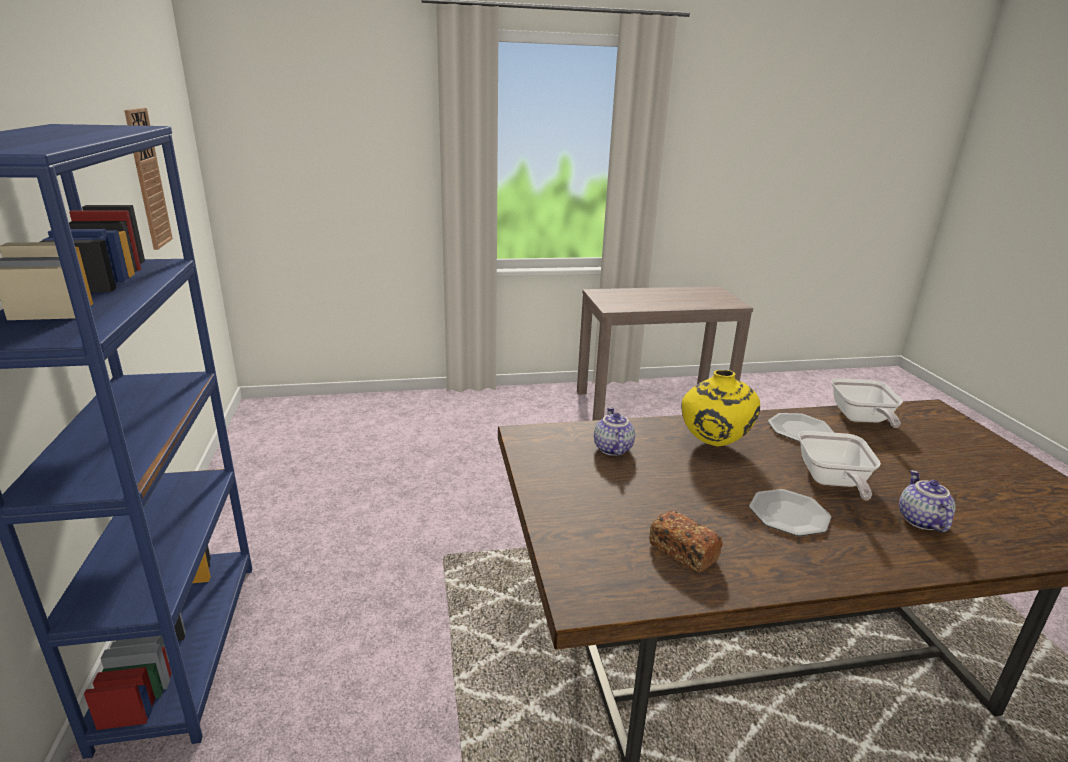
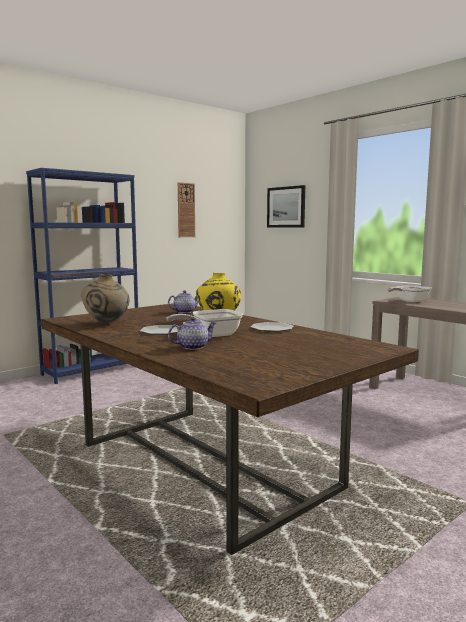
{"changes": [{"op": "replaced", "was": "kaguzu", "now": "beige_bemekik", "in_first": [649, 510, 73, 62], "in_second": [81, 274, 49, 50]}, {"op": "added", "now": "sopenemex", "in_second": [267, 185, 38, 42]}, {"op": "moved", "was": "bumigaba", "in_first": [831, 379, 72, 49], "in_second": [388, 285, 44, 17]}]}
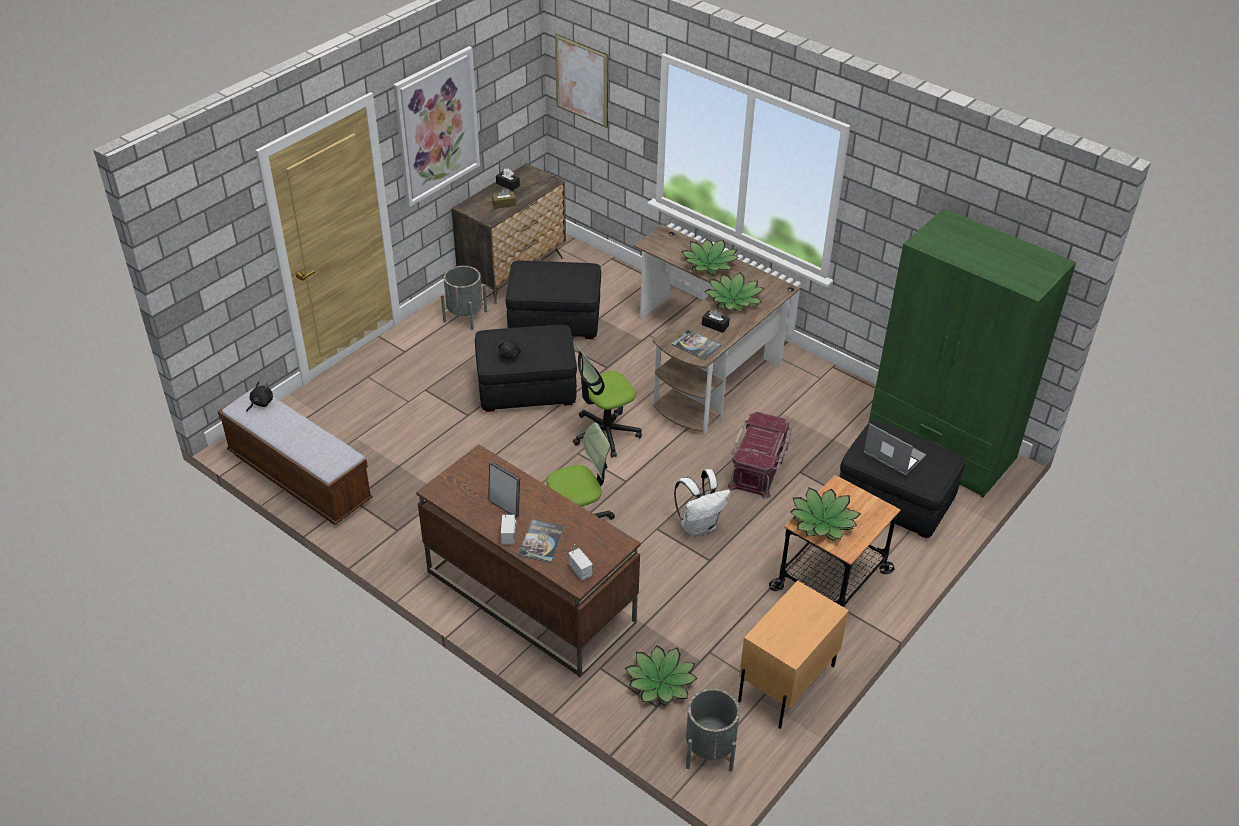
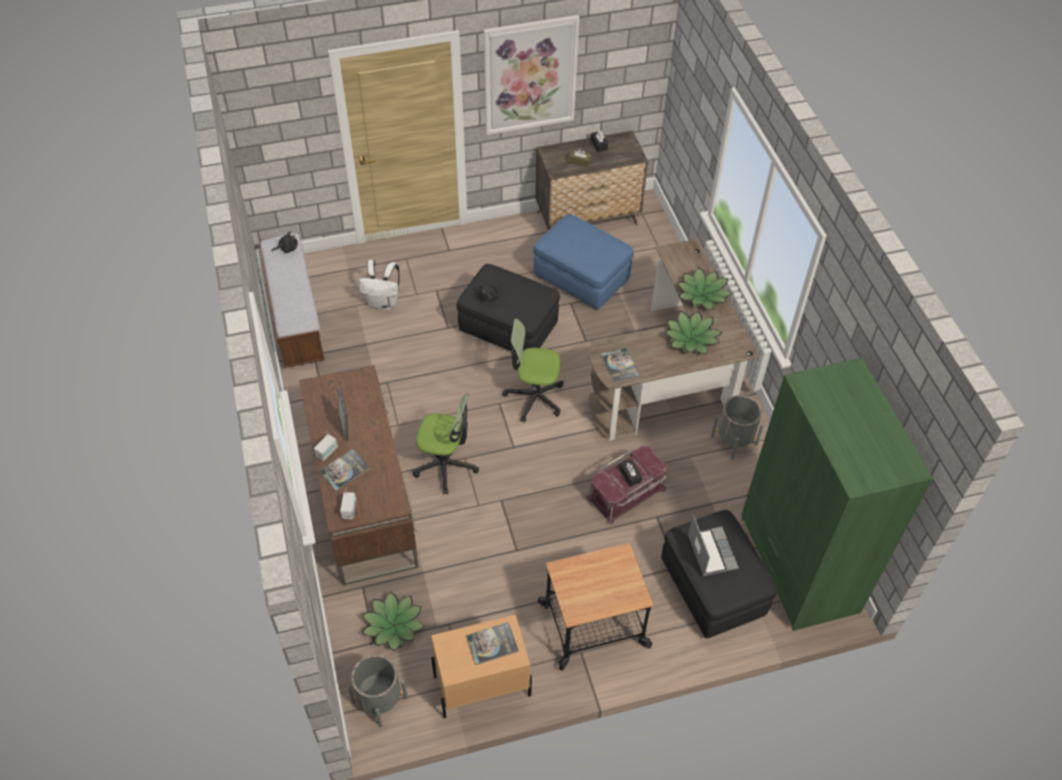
{"changes": [{"op": "moved", "was": "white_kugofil", "in_first": [674, 469, 57, 67], "in_second": [359, 260, 41, 50]}, {"op": "added", "now": "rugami", "in_second": [466, 622, 53, 43]}, {"op": "recoloured", "was": "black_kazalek", "now": "blue_kazalek", "in_first": [506, 261, 95, 78], "in_second": [533, 214, 101, 96]}, {"op": "moved", "was": "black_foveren", "in_first": [702, 310, 28, 23], "in_second": [619, 459, 23, 28]}, {"op": "moved", "was": "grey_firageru", "in_first": [441, 266, 46, 64], "in_second": [711, 395, 53, 65]}, {"op": "removed", "was": "sopenemex", "in_first": [555, 34, 53, 94]}, {"op": "removed", "was": "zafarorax", "in_first": [790, 487, 71, 54]}]}
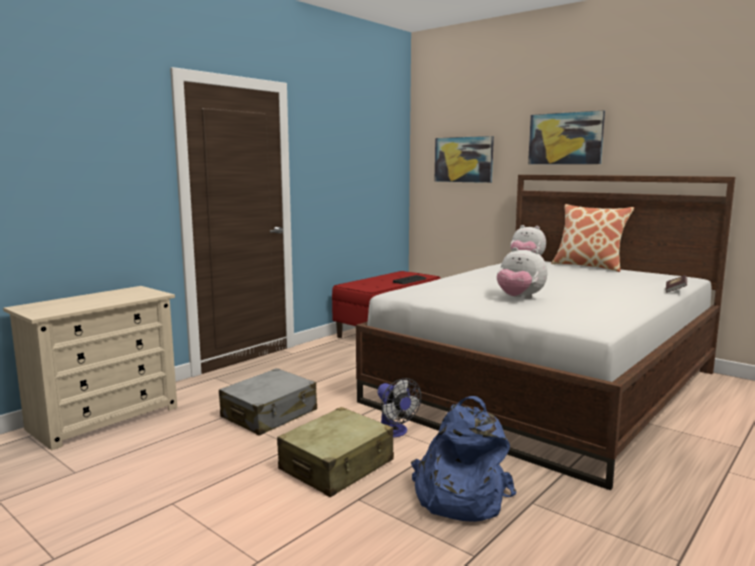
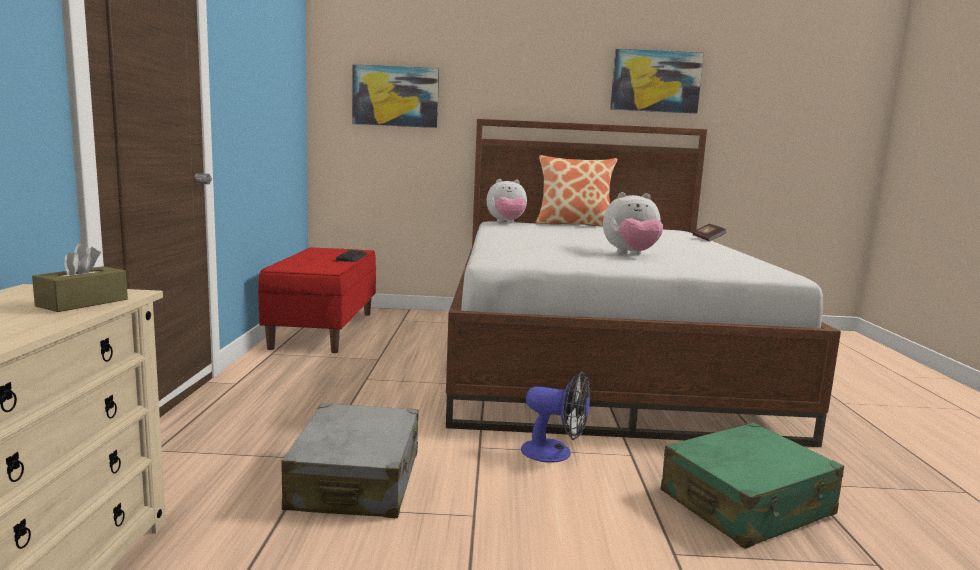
{"changes": [{"op": "added", "now": "brown_foveren", "in_second": [32, 243, 96, 69]}, {"op": "moved", "was": "sopenemex", "in_first": [528, 110, 77, 54], "in_second": [610, 49, 94, 64]}, {"op": "replaced", "was": "blue_kugofil", "now": "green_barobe", "in_first": [411, 396, 105, 126], "in_second": [661, 422, 183, 127]}, {"op": "removed", "was": "beige_barobe", "in_first": [277, 407, 117, 90]}]}
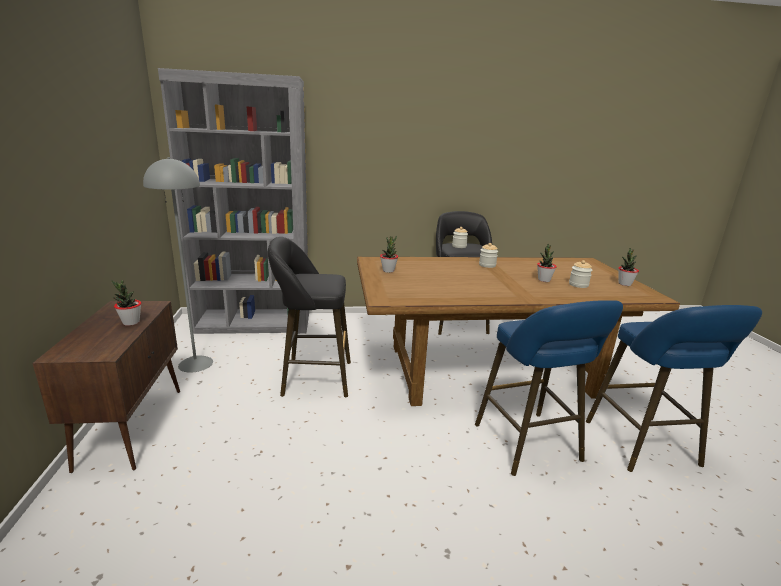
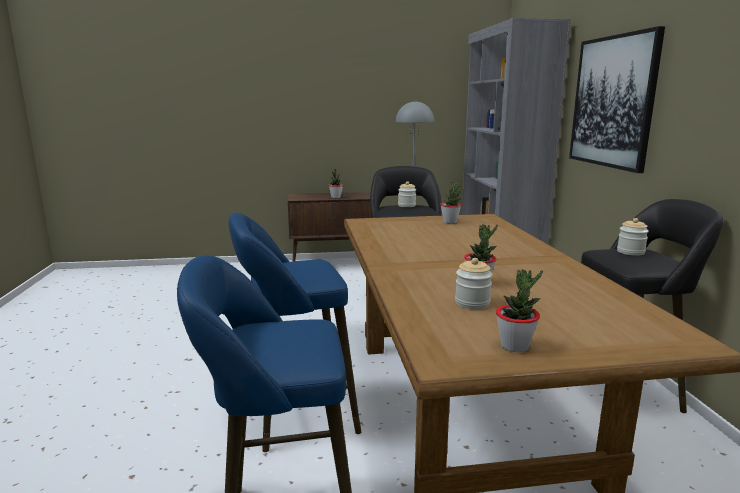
{"changes": [{"op": "moved", "was": "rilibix", "in_first": [479, 243, 19, 25], "in_second": [398, 181, 18, 26]}, {"op": "added", "now": "sopenemex", "in_second": [569, 26, 96, 147]}]}
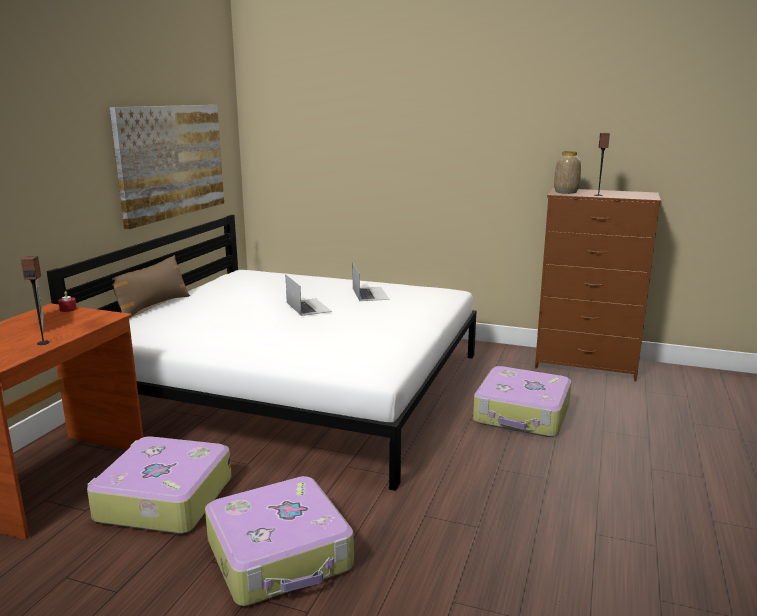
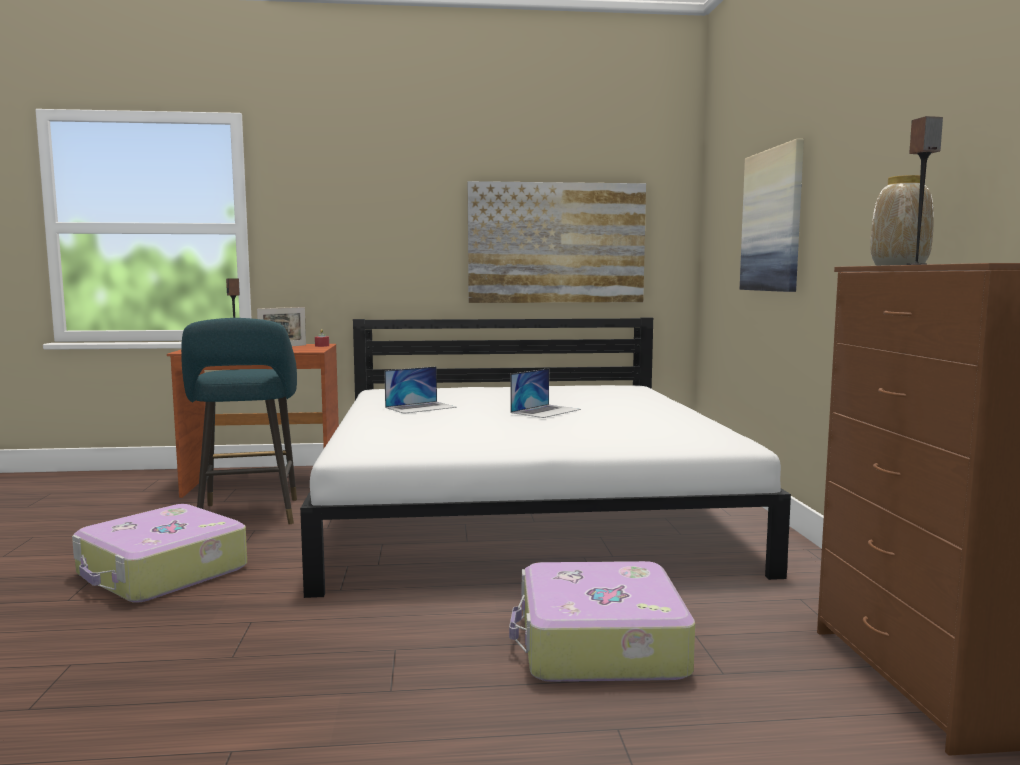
{"changes": [{"op": "replaced", "was": "barobe", "now": "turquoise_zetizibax", "in_first": [87, 436, 145, 98], "in_second": [181, 318, 116, 206]}, {"op": "moved", "was": "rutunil", "in_first": [353, 263, 37, 38], "in_second": [384, 366, 73, 48]}, {"op": "added", "now": "sopenemex", "in_second": [740, 139, 64, 153]}, {"op": "removed", "was": "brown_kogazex", "in_first": [112, 255, 78, 63]}]}
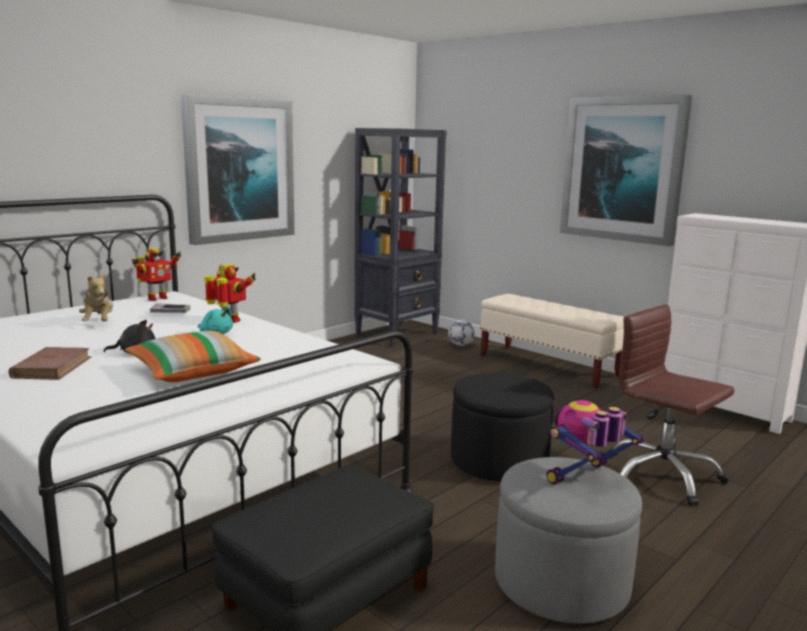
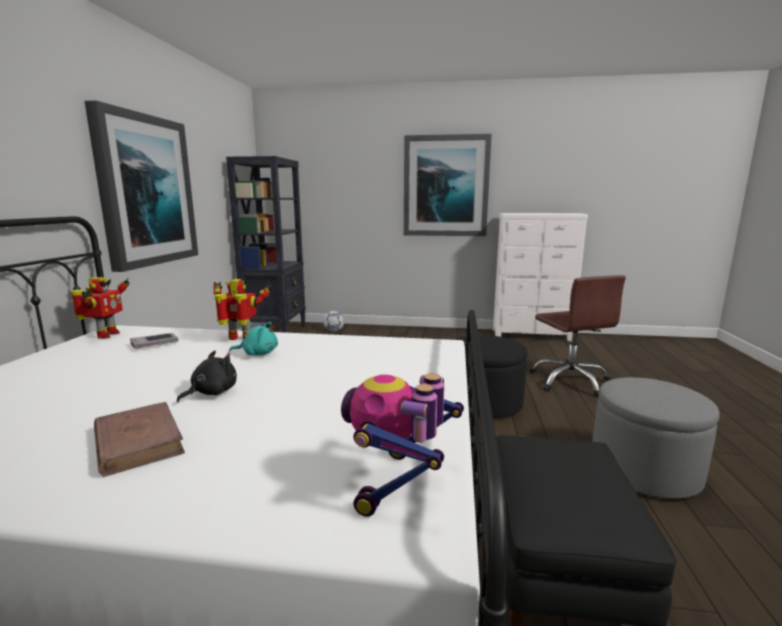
{"changes": [{"op": "moved", "was": "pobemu", "in_first": [546, 400, 98, 85], "in_second": [341, 374, 123, 143]}, {"op": "turned", "was": "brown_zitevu", "in_first": [608, 304, 126, 202], "in_second": [529, 275, 97, 122], "clockwise": -120}, {"op": "removed", "was": "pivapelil", "in_first": [79, 272, 34, 49]}, {"op": "removed", "was": "kogazex", "in_first": [125, 331, 136, 51]}, {"op": "removed", "was": "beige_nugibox", "in_first": [480, 294, 144, 95]}]}
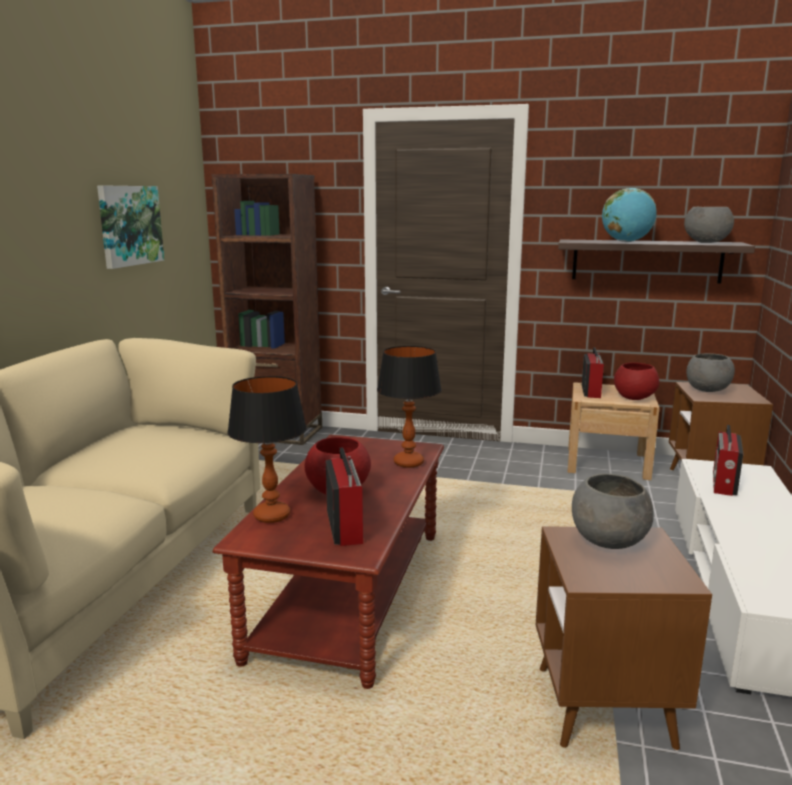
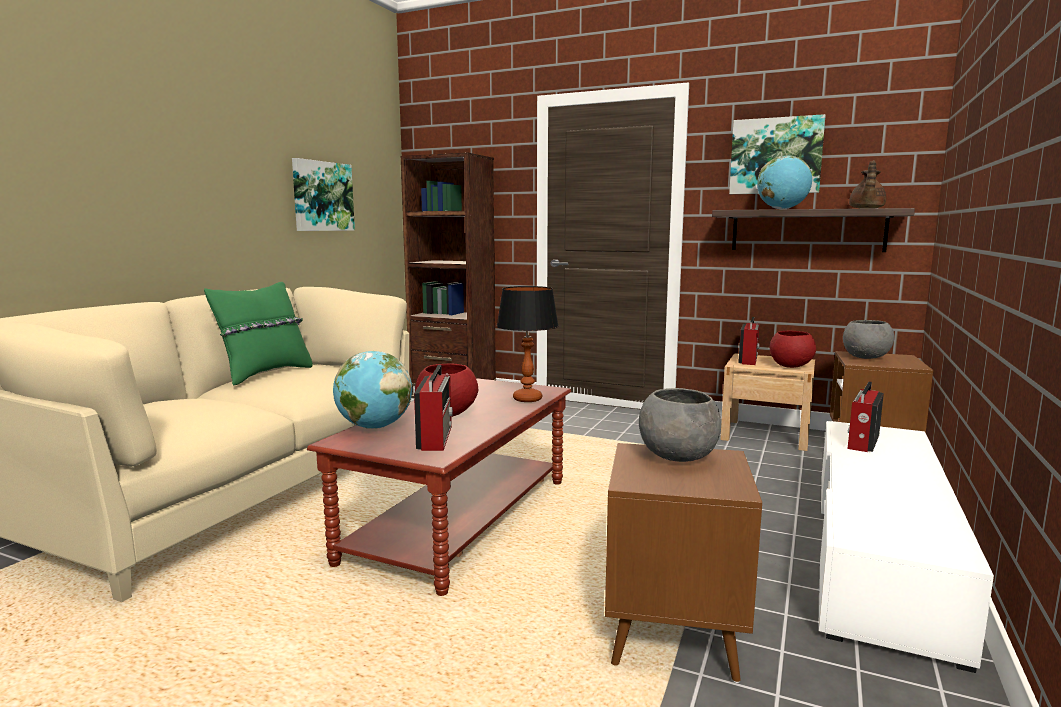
{"changes": [{"op": "added", "now": "green_kogazex", "in_second": [204, 282, 109, 104]}, {"op": "replaced", "was": "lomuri", "now": "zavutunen", "in_first": [227, 376, 80, 147], "in_second": [333, 351, 79, 78]}, {"op": "added", "now": "sopenemex", "in_second": [729, 114, 97, 80]}, {"op": "replaced", "was": "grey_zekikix", "now": "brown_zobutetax", "in_first": [684, 207, 50, 36], "in_second": [849, 160, 37, 49]}]}
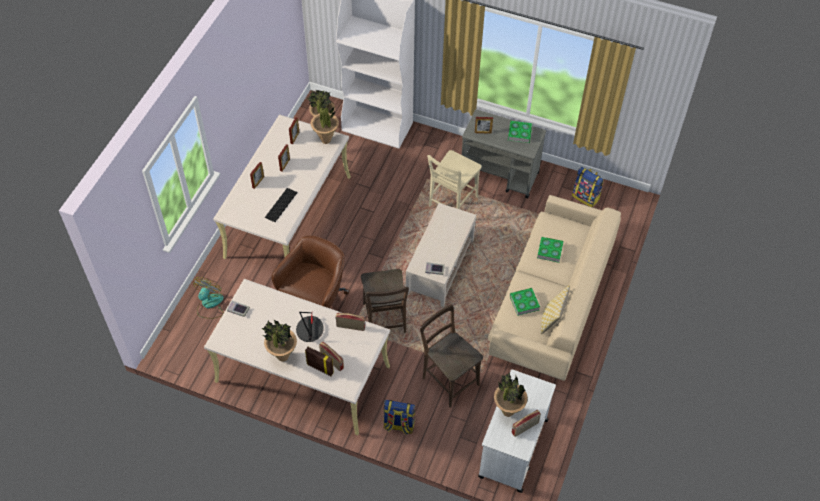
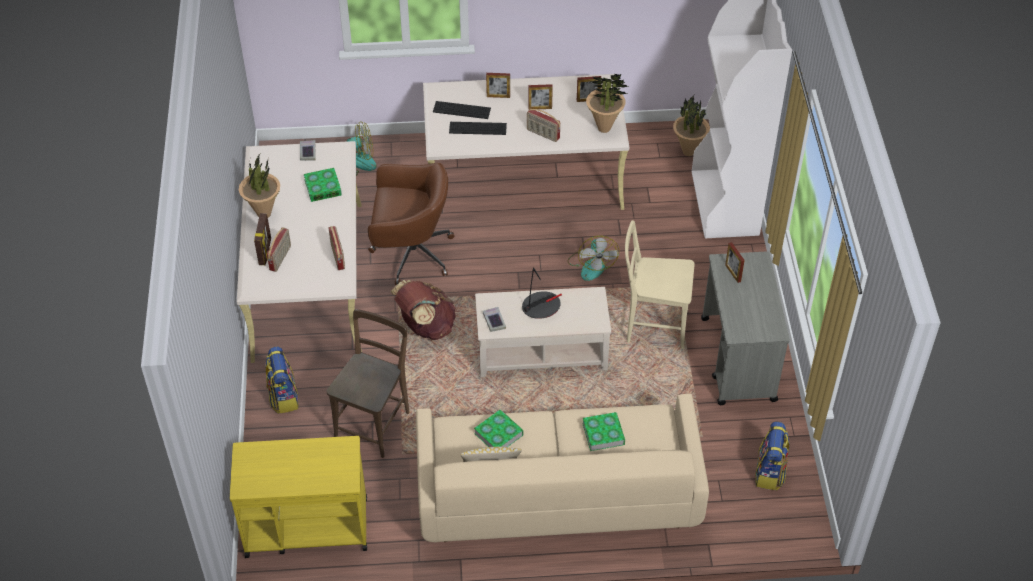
{"changes": [{"op": "recoloured", "was": "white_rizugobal", "now": "yellow_rizugobal", "in_first": [478, 369, 78, 124], "in_second": [230, 436, 137, 122]}, {"op": "moved", "was": "rugami", "in_first": [508, 121, 24, 22], "in_second": [304, 168, 38, 34]}, {"op": "replaced", "was": "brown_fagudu", "now": "brown_kugofil", "in_first": [361, 269, 48, 64], "in_second": [390, 280, 66, 60]}, {"op": "added", "now": "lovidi", "in_second": [433, 101, 58, 18]}, {"op": "moved", "was": "lomuri", "in_first": [296, 312, 28, 30], "in_second": [522, 267, 40, 52]}, {"op": "moved", "was": "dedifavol", "in_first": [511, 410, 30, 27], "in_second": [527, 109, 33, 33]}, {"op": "added", "now": "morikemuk", "in_second": [567, 236, 52, 45]}, {"op": "removed", "was": "zafarorax", "in_first": [494, 372, 34, 45]}]}
